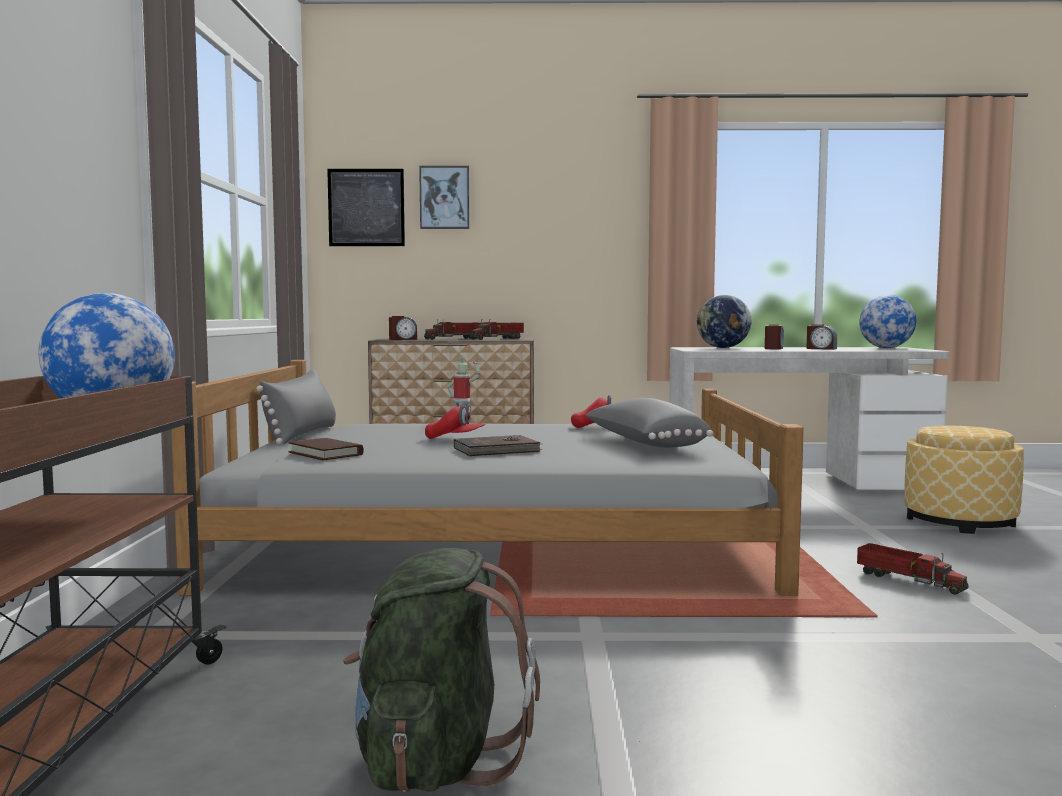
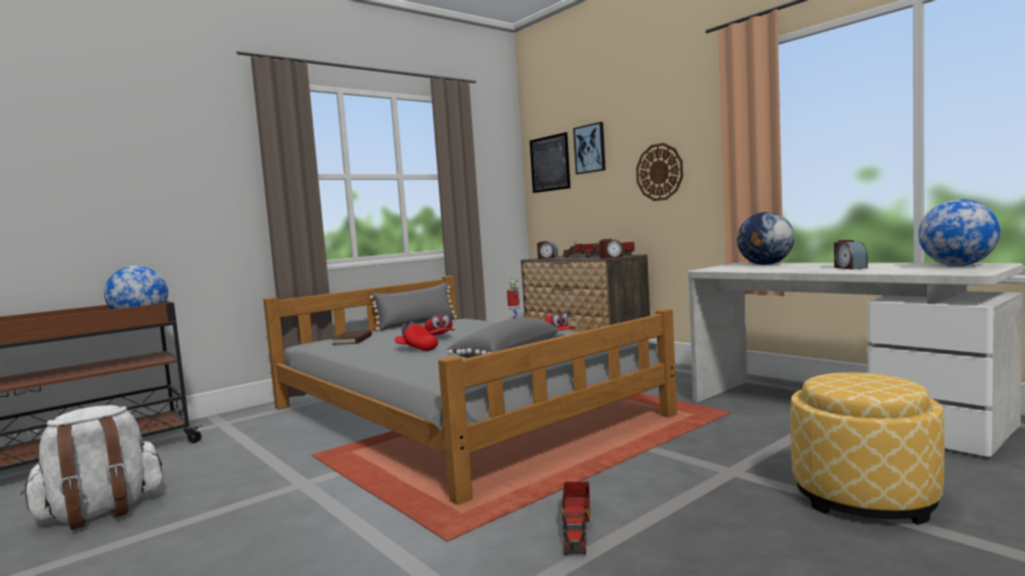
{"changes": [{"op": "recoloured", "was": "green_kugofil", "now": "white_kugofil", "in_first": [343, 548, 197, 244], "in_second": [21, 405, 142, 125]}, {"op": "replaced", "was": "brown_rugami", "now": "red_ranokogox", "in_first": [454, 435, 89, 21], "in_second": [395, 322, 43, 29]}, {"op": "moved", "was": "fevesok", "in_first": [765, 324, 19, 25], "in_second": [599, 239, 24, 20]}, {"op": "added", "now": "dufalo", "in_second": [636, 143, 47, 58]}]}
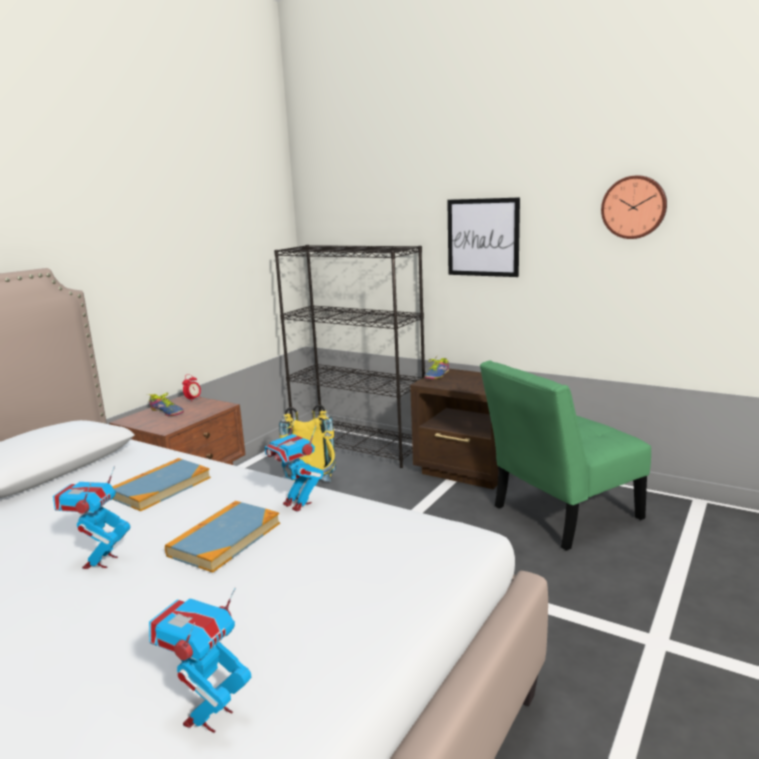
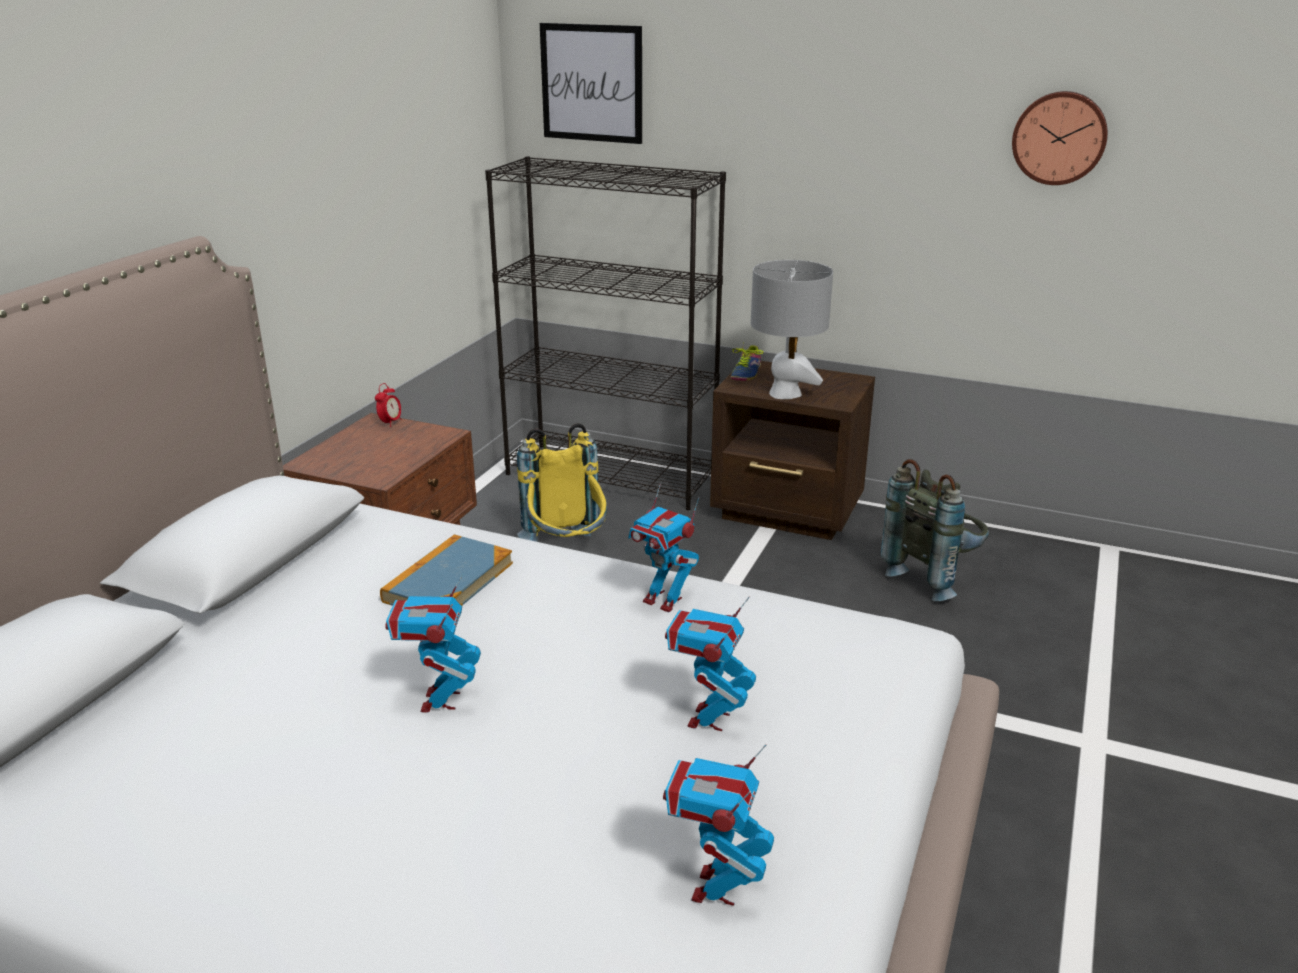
{"changes": [{"op": "moved", "was": "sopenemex", "in_first": [447, 197, 73, 80], "in_second": [540, 23, 102, 121]}, {"op": "added", "now": "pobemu", "in_second": [665, 596, 91, 135]}, {"op": "added", "now": "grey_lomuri", "in_second": [751, 260, 82, 139]}, {"op": "replaced", "was": "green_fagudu", "now": "grey_kugofil", "in_first": [480, 360, 171, 191], "in_second": [881, 459, 108, 142]}, {"op": "removed", "was": "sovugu", "in_first": [147, 393, 37, 23]}, {"op": "removed", "was": "rugami", "in_first": [165, 501, 115, 72]}]}
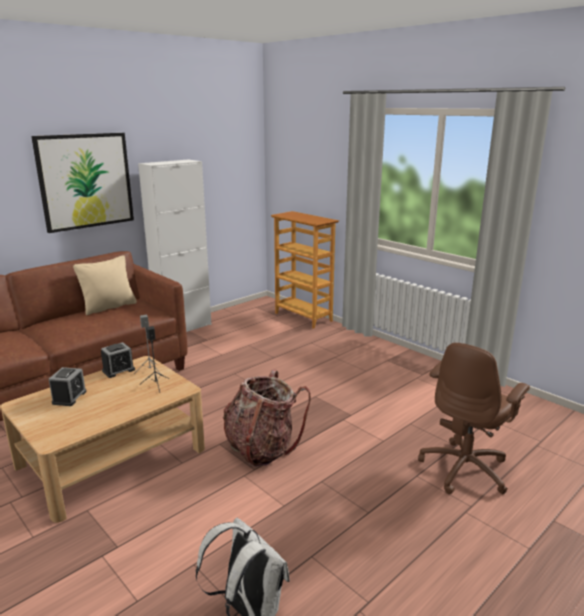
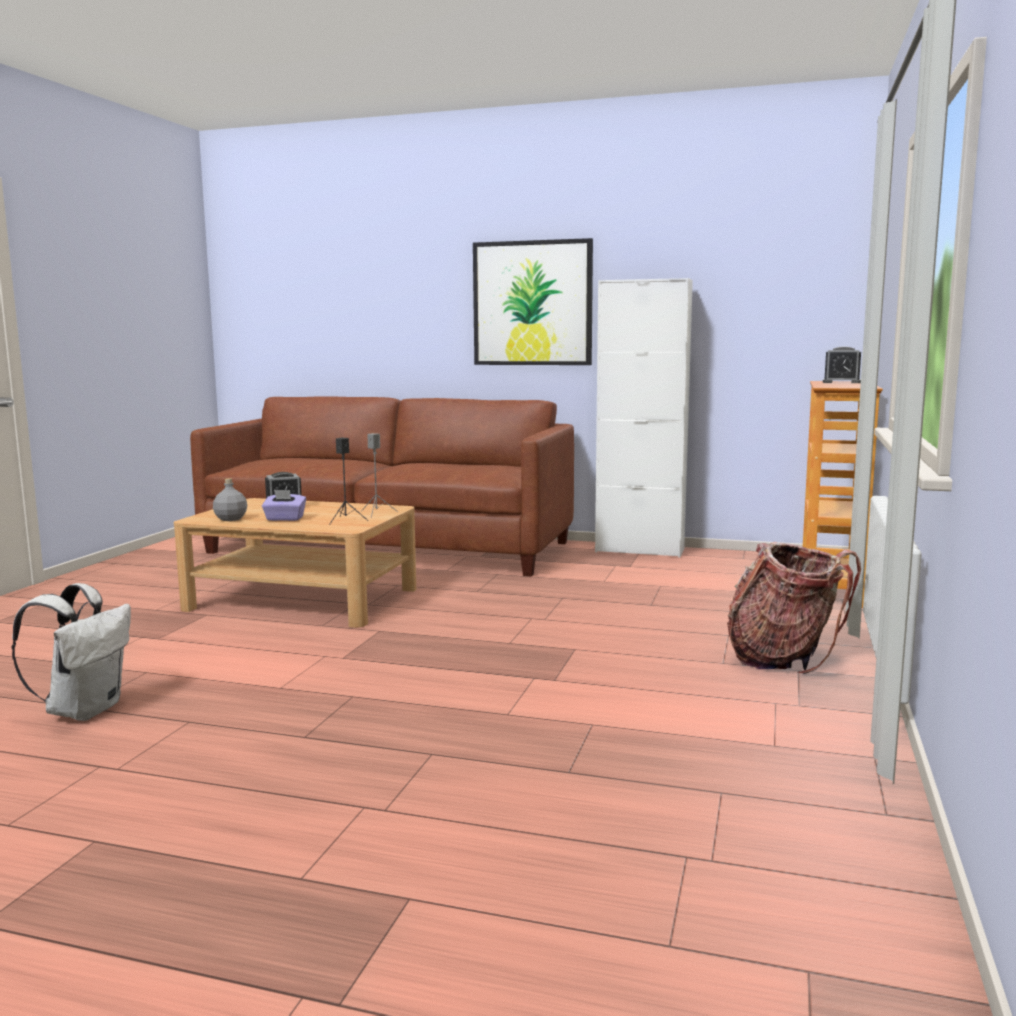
{"changes": [{"op": "added", "now": "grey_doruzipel", "in_second": [213, 478, 34, 43]}, {"op": "added", "now": "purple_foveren", "in_second": [262, 490, 44, 31]}, {"op": "moved", "was": "kugofil", "in_first": [223, 369, 88, 98], "in_second": [727, 541, 134, 133]}, {"op": "moved", "was": "fevesok", "in_first": [101, 342, 34, 36], "in_second": [823, 346, 38, 37]}, {"op": "removed", "was": "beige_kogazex", "in_first": [73, 255, 64, 60]}, {"op": "removed", "was": "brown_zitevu", "in_first": [418, 343, 112, 151]}]}
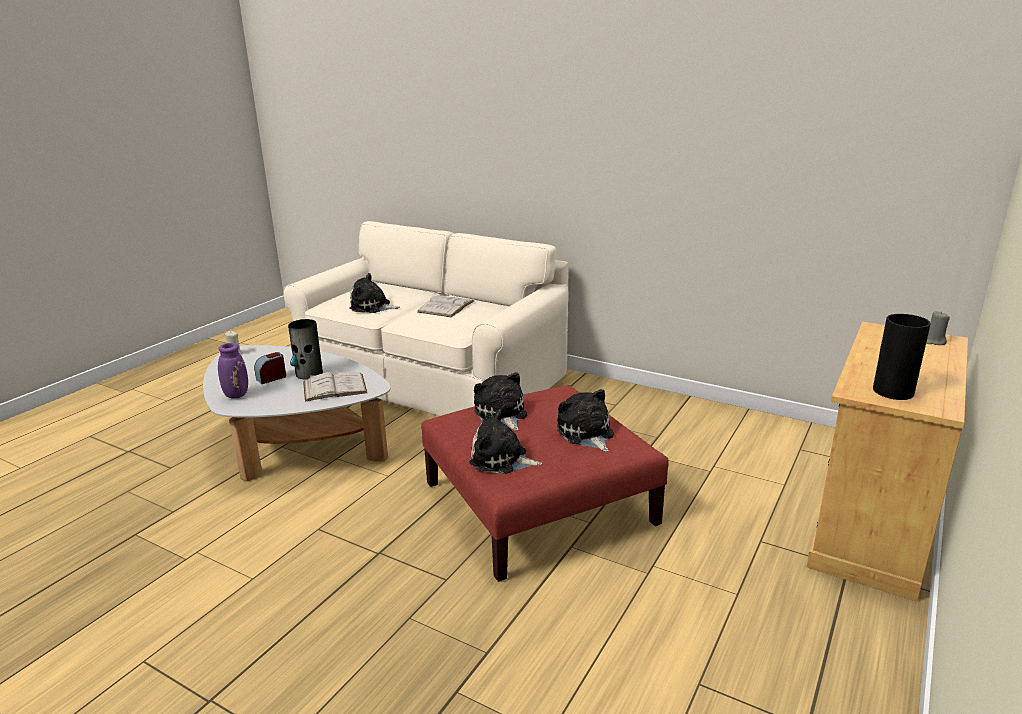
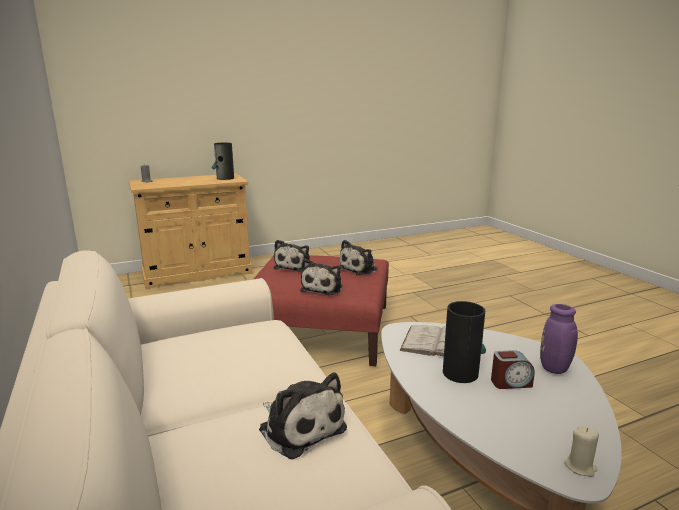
{"changes": [{"op": "turned", "was": "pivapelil", "in_first": [469, 409, 73, 65], "in_second": [340, 240, 38, 35], "clockwise": 75}, {"op": "removed", "was": "white_rugami", "in_first": [417, 296, 57, 21]}]}
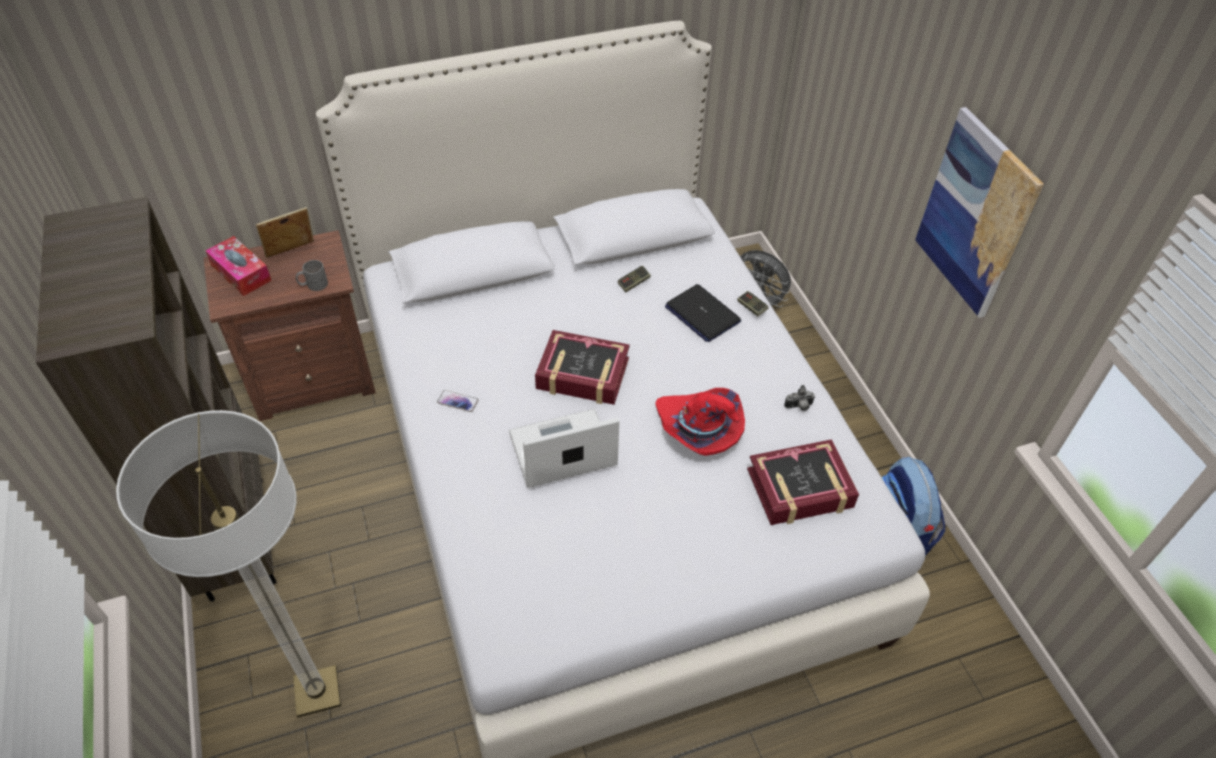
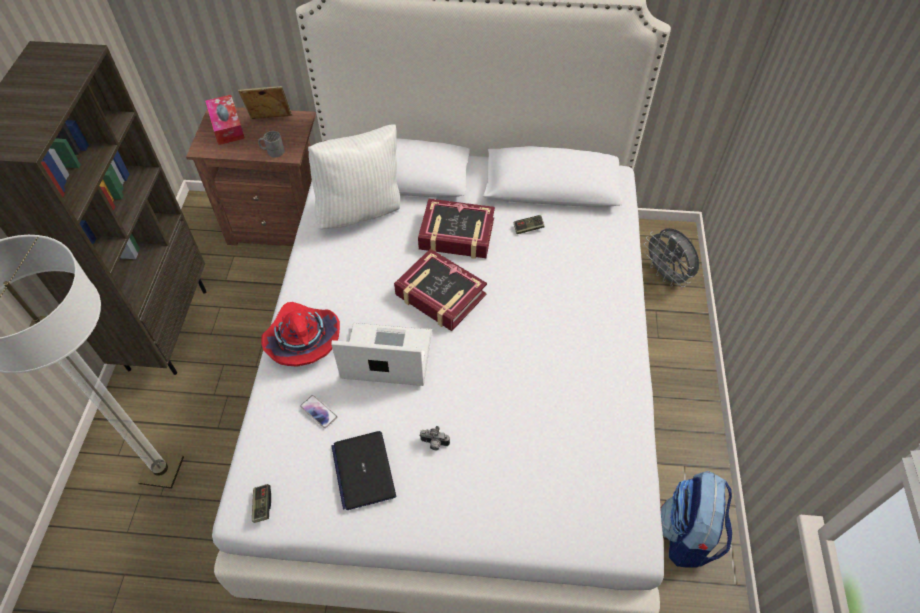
{"changes": [{"op": "moved", "was": "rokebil", "in_first": [737, 291, 31, 25], "in_second": [252, 484, 19, 39]}, {"op": "moved", "was": "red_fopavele", "in_first": [655, 388, 90, 68], "in_second": [261, 302, 79, 65]}, {"op": "moved", "was": "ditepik", "in_first": [437, 390, 41, 22], "in_second": [300, 395, 37, 33]}, {"op": "added", "now": "white_kogazex", "in_second": [308, 124, 92, 105]}, {"op": "moved", "was": "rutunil", "in_first": [665, 284, 76, 58], "in_second": [331, 431, 65, 79]}, {"op": "moved", "was": "rugami", "in_first": [747, 439, 112, 86], "in_second": [418, 199, 77, 60]}, {"op": "moved", "was": "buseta", "in_first": [784, 385, 31, 26], "in_second": [419, 426, 31, 24]}, {"op": "removed", "was": "sopenemex", "in_first": [915, 107, 129, 211]}]}
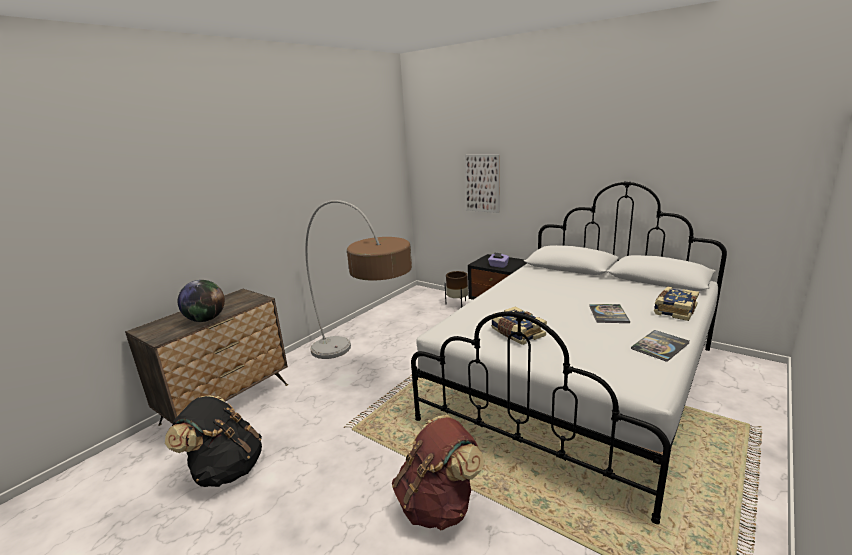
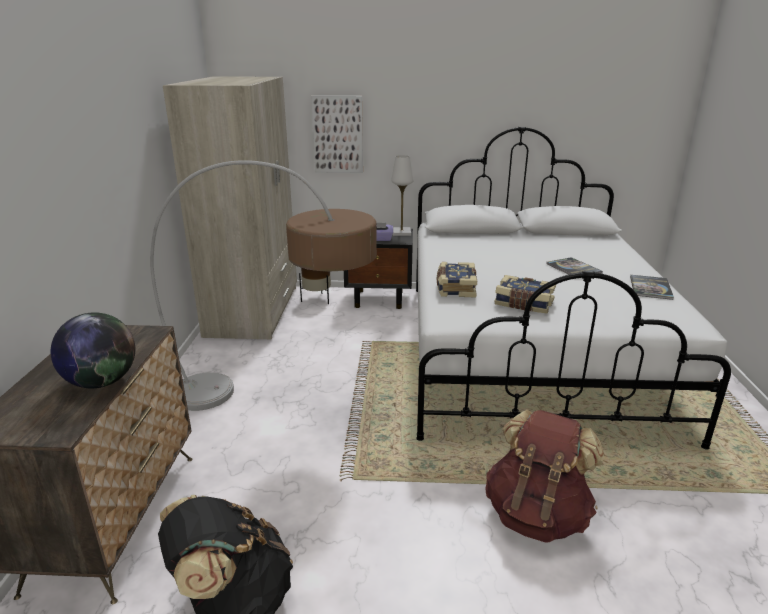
{"changes": [{"op": "added", "now": "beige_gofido", "in_second": [163, 77, 134, 262]}, {"op": "added", "now": "white_lomuri", "in_second": [391, 155, 23, 81]}, {"op": "moved", "was": "rugami", "in_first": [654, 287, 45, 34], "in_second": [437, 262, 40, 36]}]}
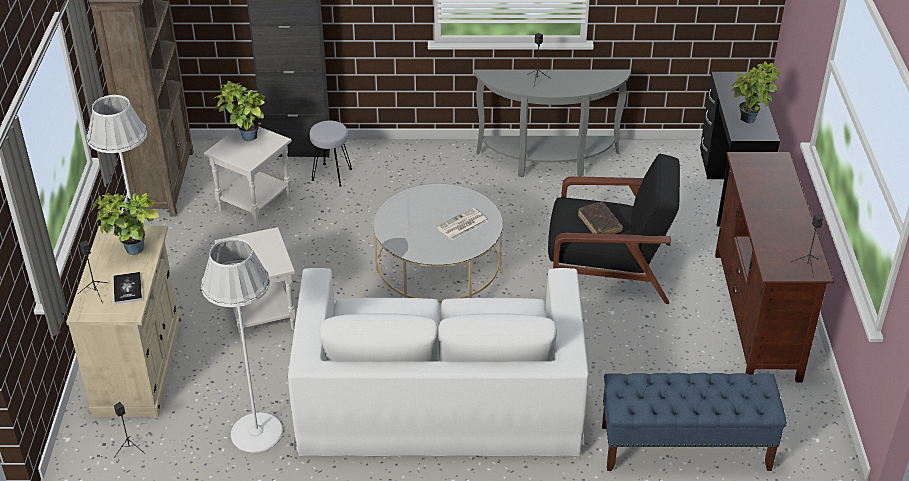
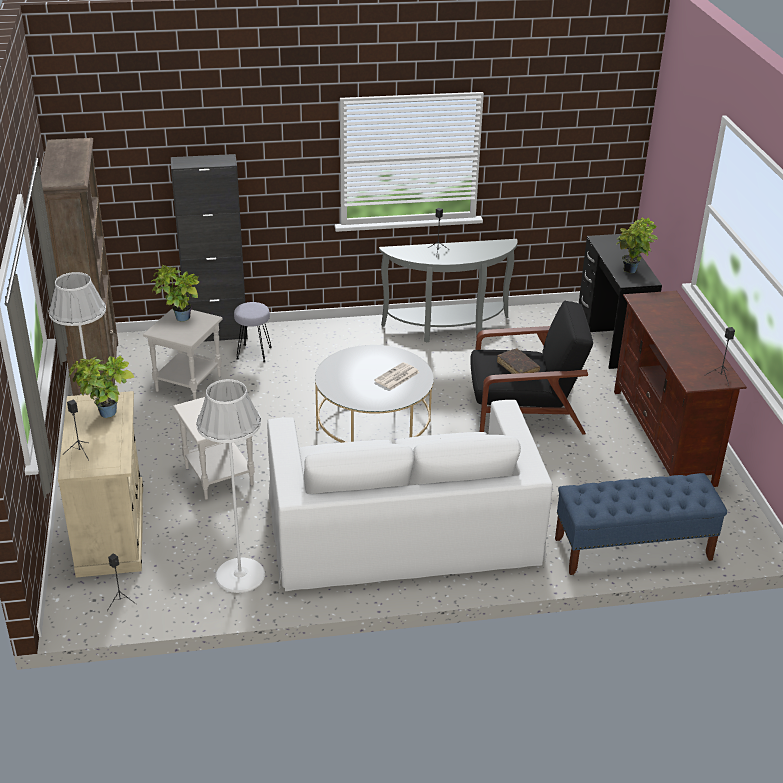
{"changes": [{"op": "removed", "was": "rugami", "in_first": [113, 272, 29, 32]}]}
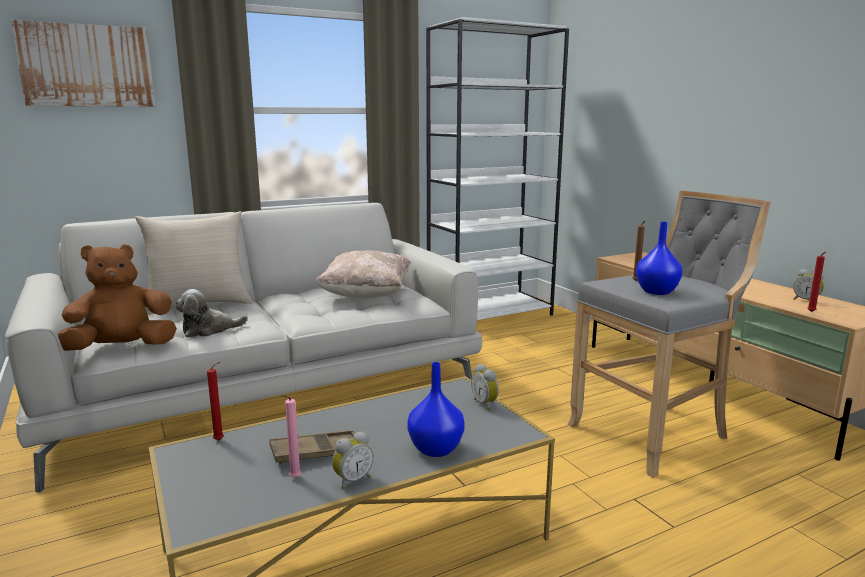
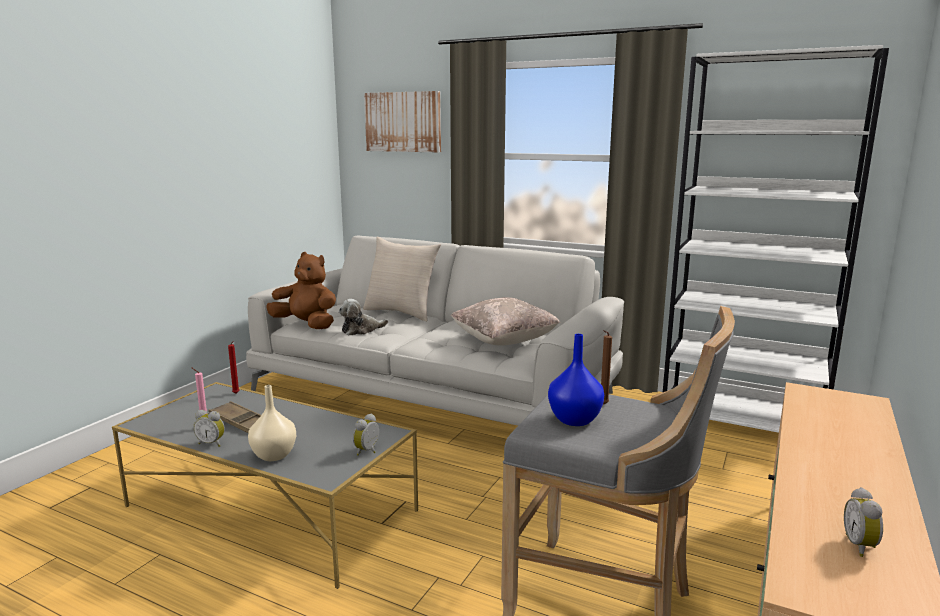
{"changes": [{"op": "recoloured", "was": "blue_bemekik", "now": "beige_bemekik", "in_first": [407, 362, 58, 95], "in_second": [248, 385, 48, 76]}, {"op": "turned", "was": "pivapelil", "in_first": [175, 289, 73, 48], "in_second": [339, 299, 49, 37], "clockwise": -60}, {"op": "removed", "was": "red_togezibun", "in_first": [808, 251, 18, 61]}]}
